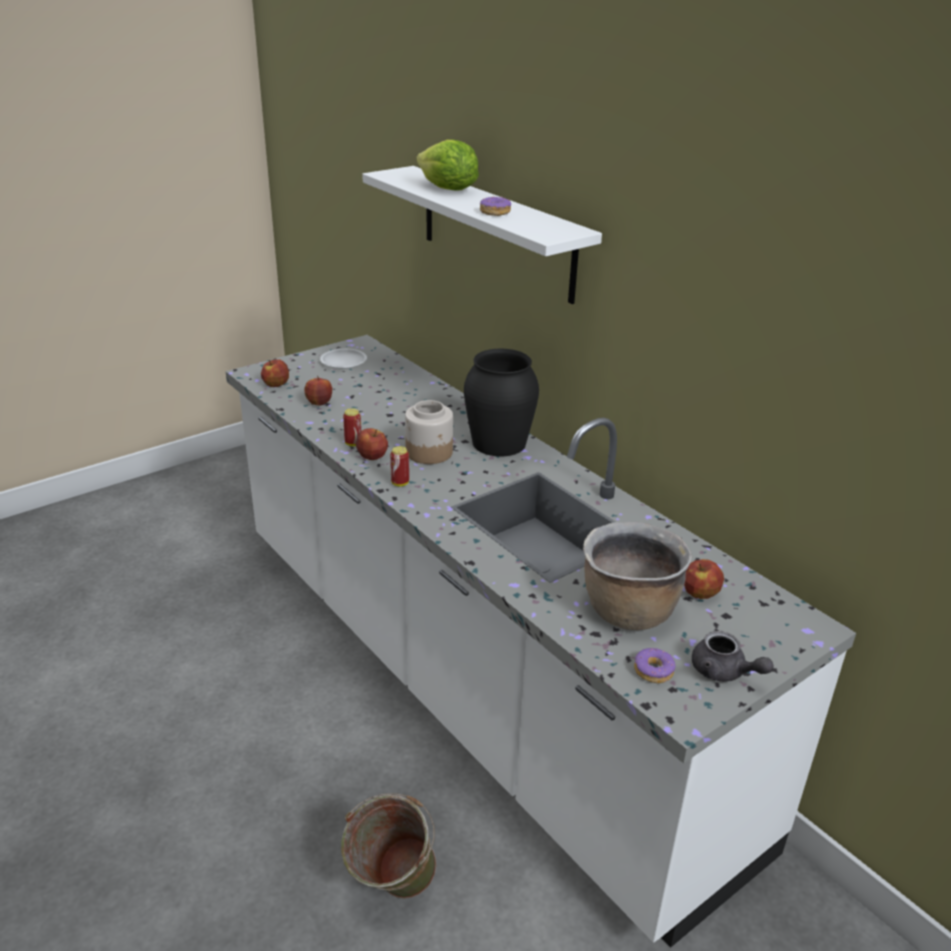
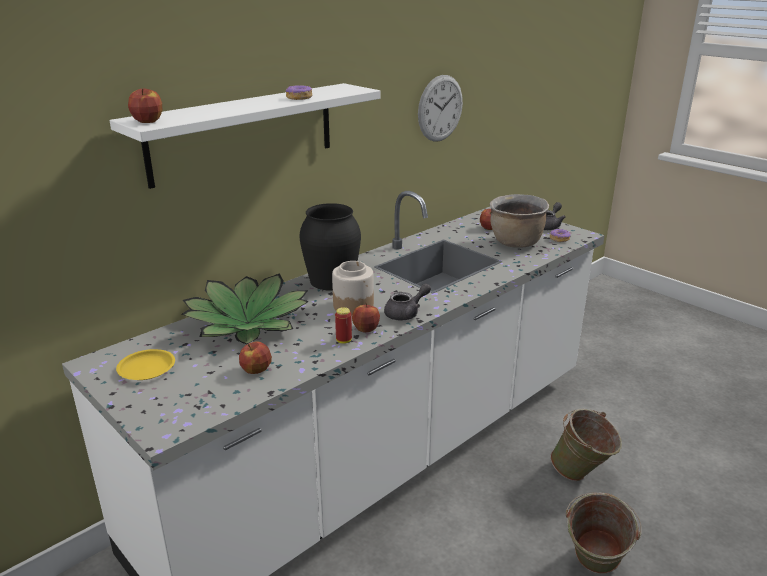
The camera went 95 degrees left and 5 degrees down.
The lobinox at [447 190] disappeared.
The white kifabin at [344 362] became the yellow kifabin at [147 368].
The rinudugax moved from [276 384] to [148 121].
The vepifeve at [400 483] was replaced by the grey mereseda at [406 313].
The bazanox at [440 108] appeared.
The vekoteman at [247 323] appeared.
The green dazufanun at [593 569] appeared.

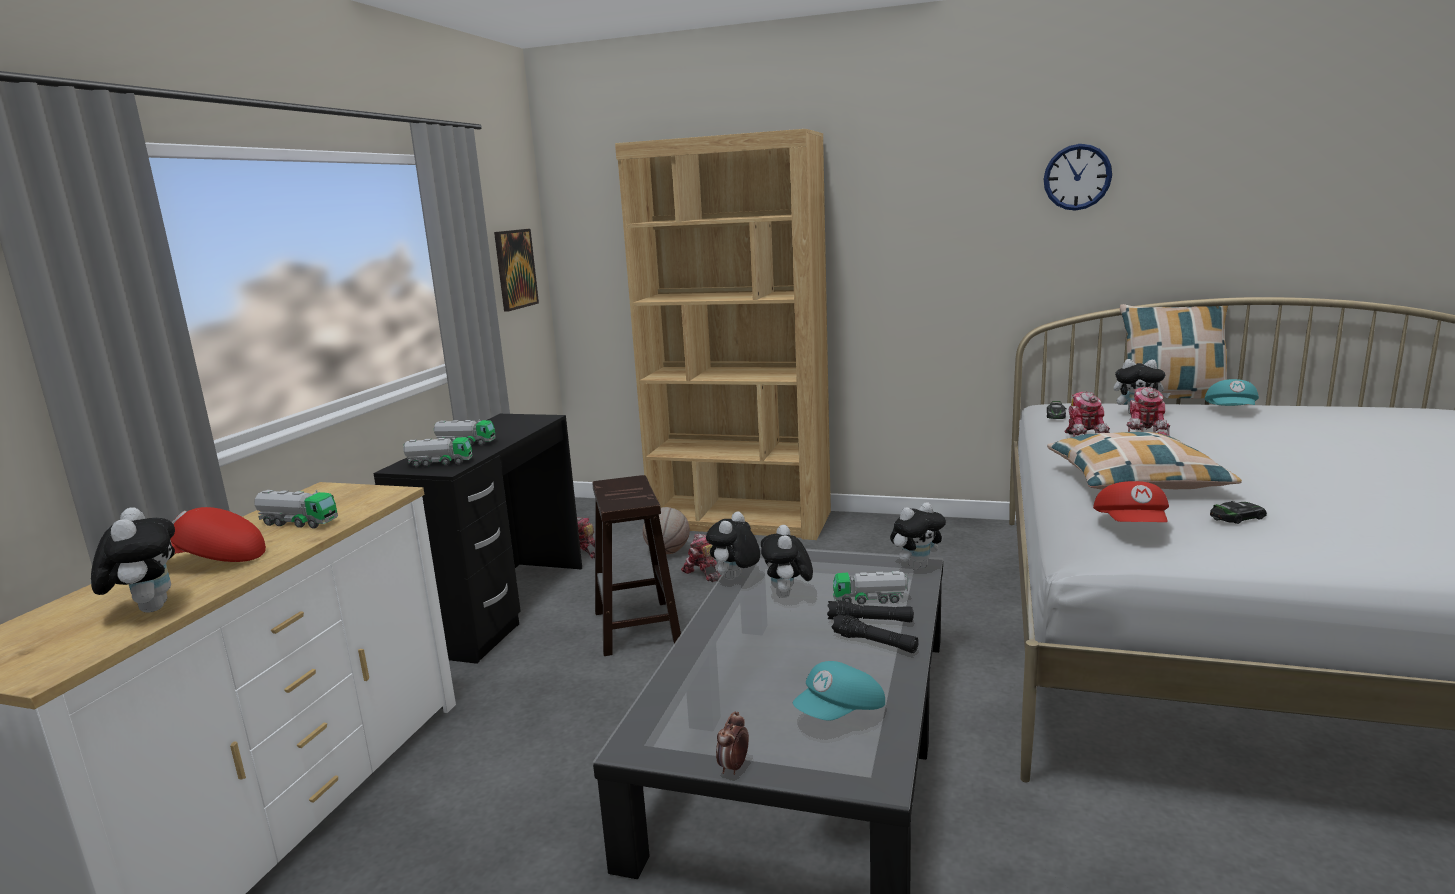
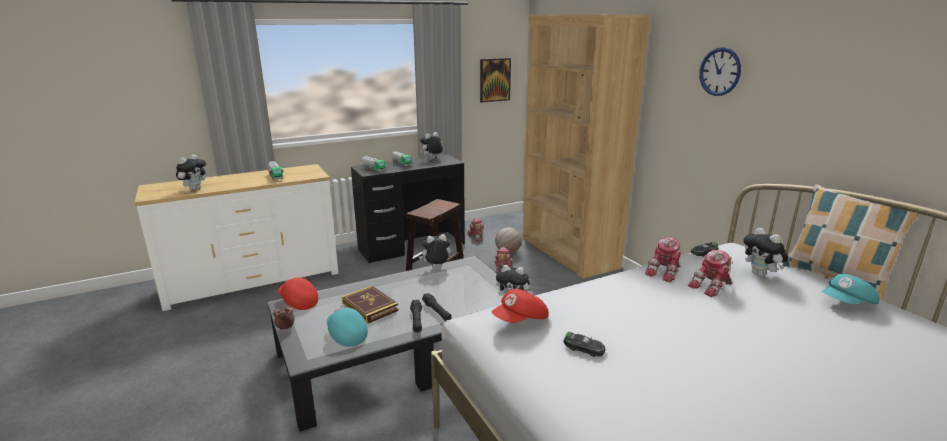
The camera went 45 degrees right and 5 degrees up.
The bazanox moved from [1077 177] to [720 71].
The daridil at [1135 480] disappeared.
The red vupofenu moved from [213 560] to [298 302].
The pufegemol moved from [787 596] to [431 159].
The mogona at [870 599] disappeared.
The turquoise vupofenu at [840 713] turned 45 degrees clockwise.
The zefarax at [370 307] appeared.

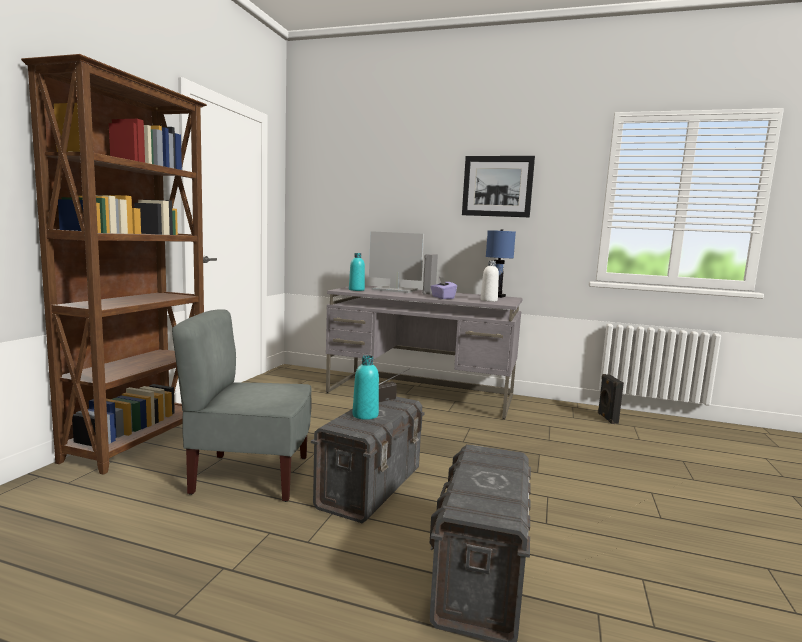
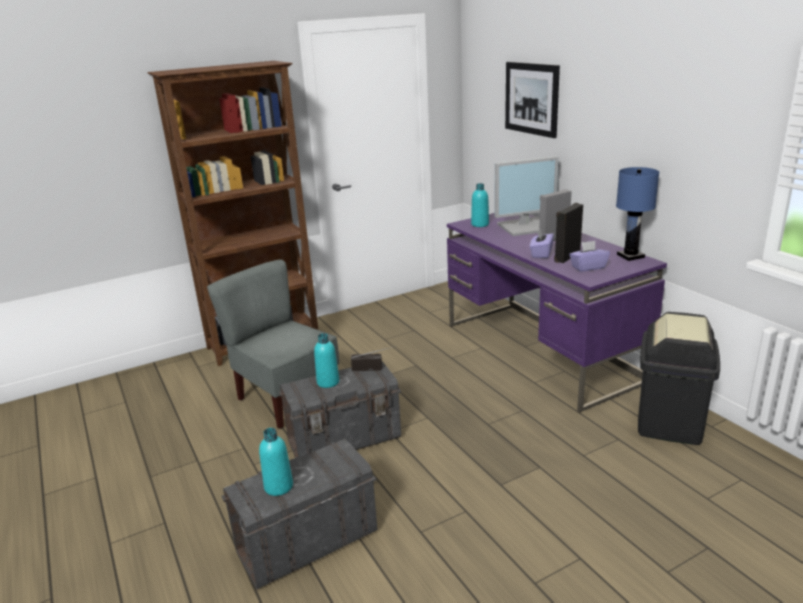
The camera went 45 degrees right and 15 degrees up.
The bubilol moved from [497 186] to [531 98].
The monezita at [394 290] turned 105 degrees clockwise.
The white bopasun at [488 300] was replaced by the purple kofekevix at [588 267].
The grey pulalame at [422 394] became the purple pulalame at [541 352].
The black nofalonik moved from [607 418] to [566 257].
The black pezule at [670 423] appeared.
The turquoise bopasun at [278 486] appeared.

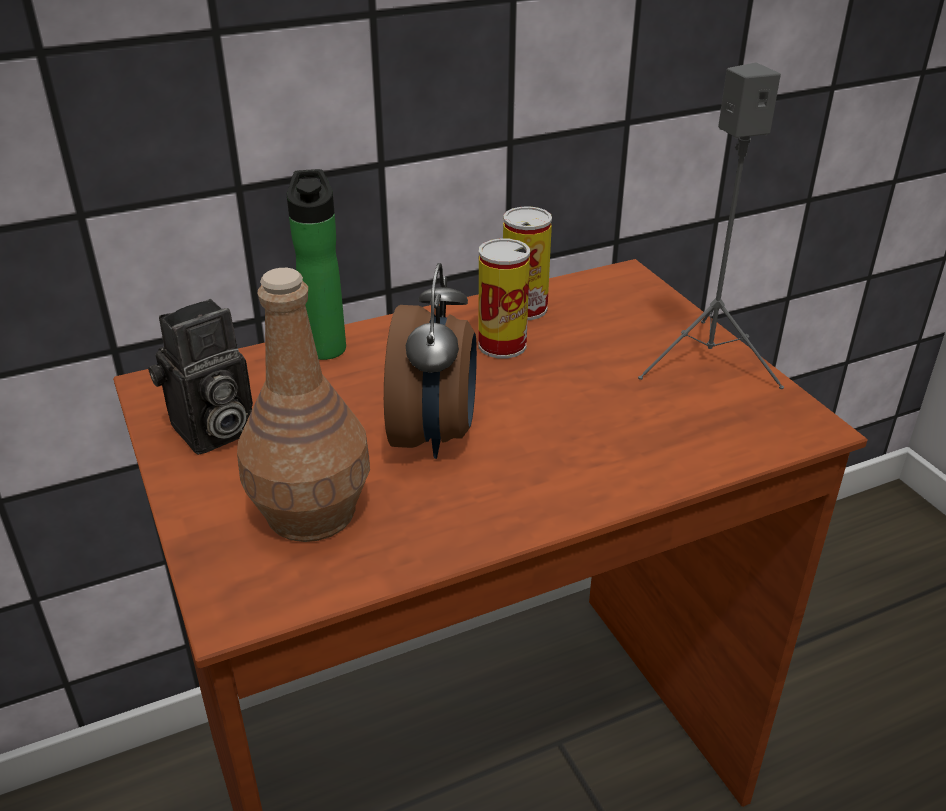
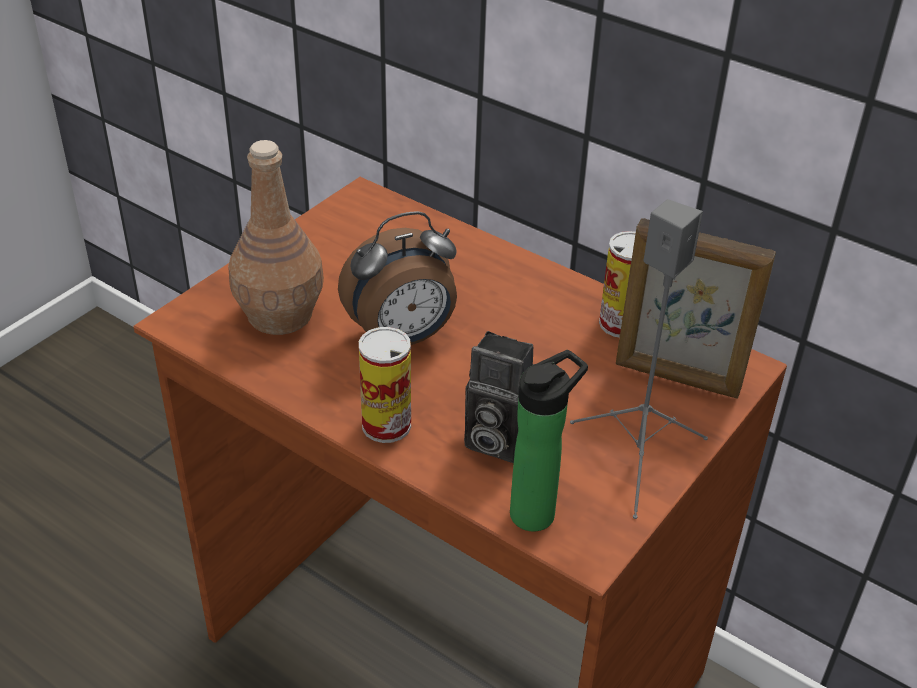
The camera went 60 degrees right and 5 degrees up.
The bopasun moved from [325 345] to [538 511].
The vepifeve moved from [502 345] to [386 425].
The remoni moved from [211 433] to [495 439].
The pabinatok at [677 378] appeared.

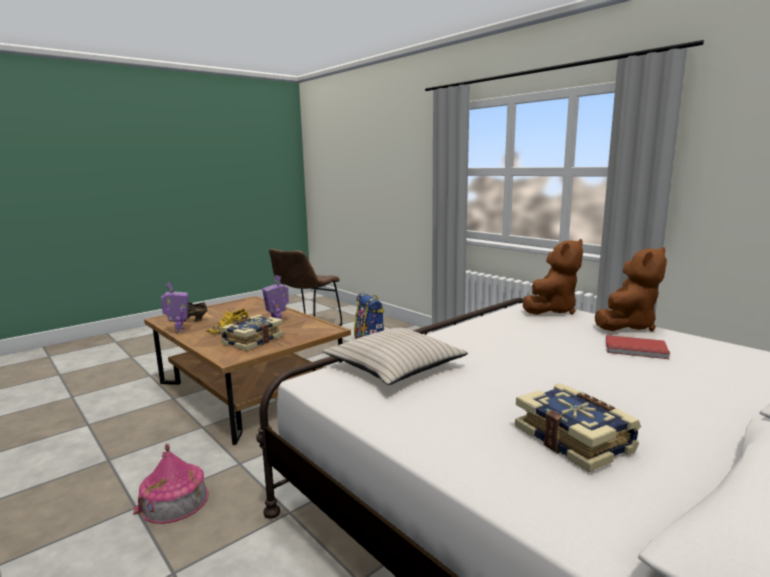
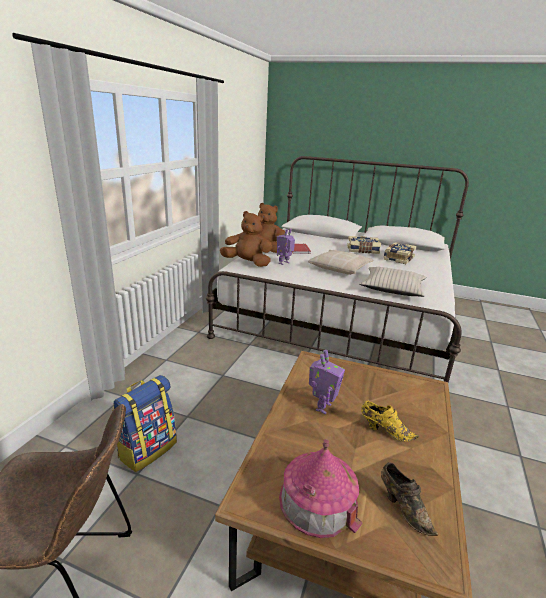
The camera went 120 degrees left and 10 degrees up.
The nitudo moved from [178 330] to [284 263].
The zefarax moved from [252 341] to [363 250].
The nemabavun moved from [174 501] to [318 500].
The beige daridil at [340 268] appeared.

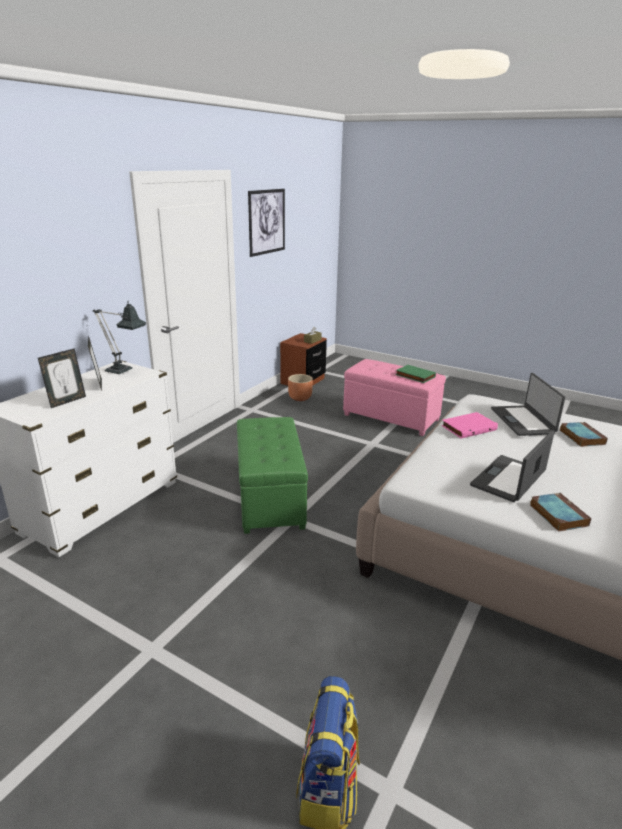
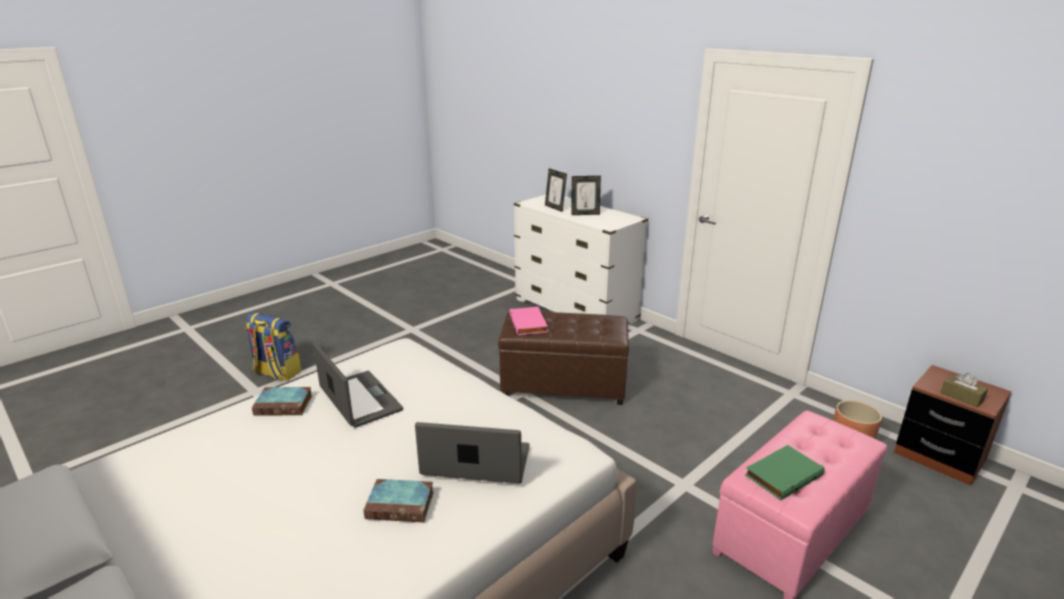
The camera went 105 degrees right and 0 degrees up.
The bubilol at [267 222] disappeared.
The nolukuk at [123 371] disappeared.
The pink zefarax moved from [468 427] to [529 323].
The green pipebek at [269 498] became the brown pipebek at [563 384].

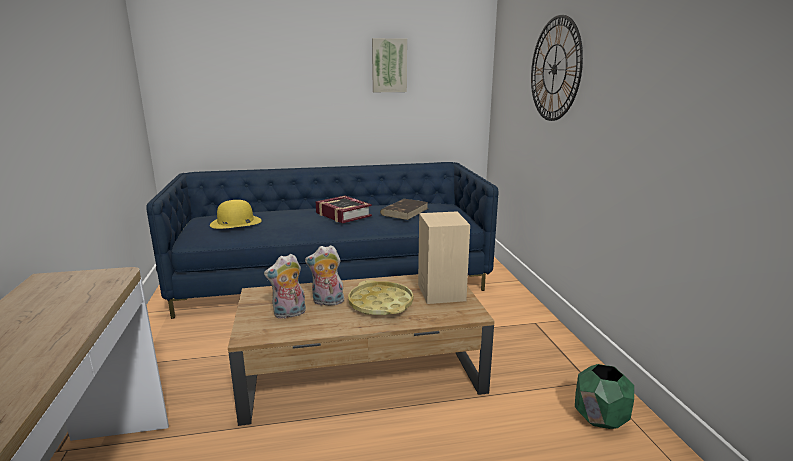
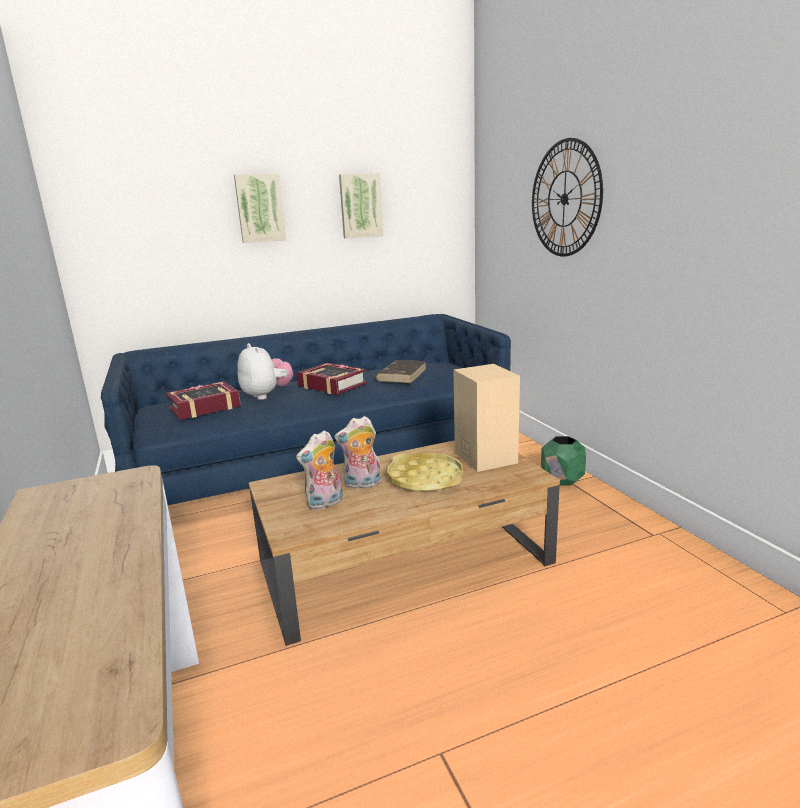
The camera went 10 degrees left and 0 degrees up.
The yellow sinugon at [235 222] was replaced by the zefarax at [204 407].
The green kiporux moved from [600 419] to [562 480].
The bubilol at [260 208] appeared.
The pufegemol at [266 395] appeared.

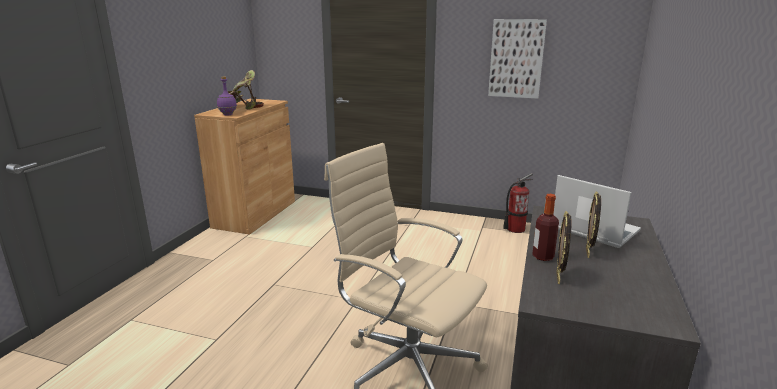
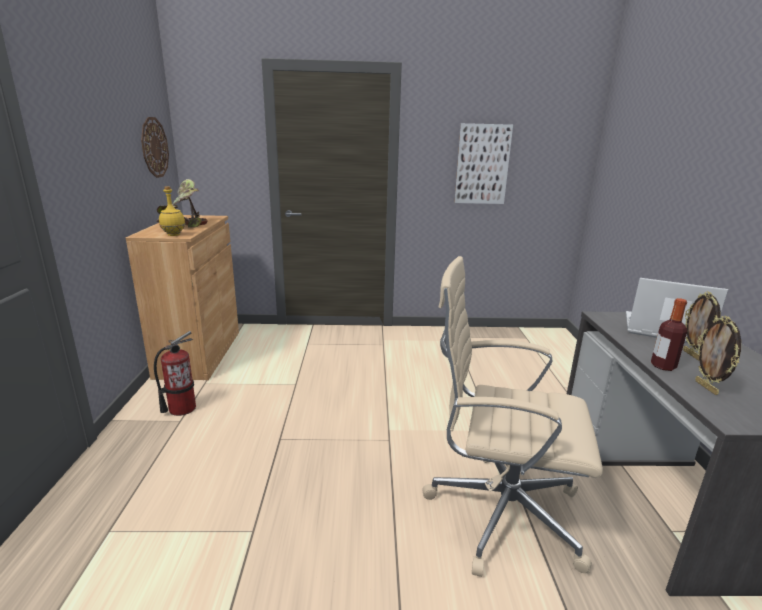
The camera went 20 degrees left and 0 degrees up.
The purple bopasun at [228 115] became the yellow bopasun at [174 235].
The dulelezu moved from [515 229] to [182 408].
The bazanox at [154 147] appeared.

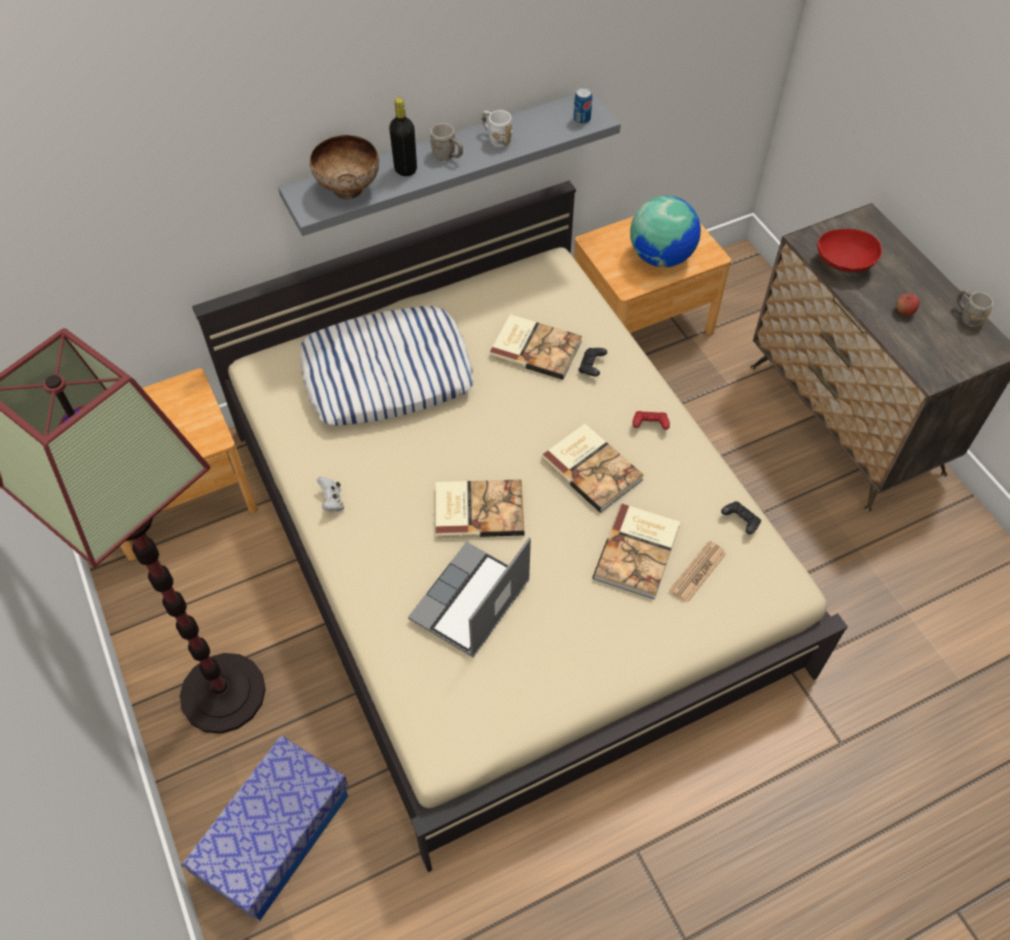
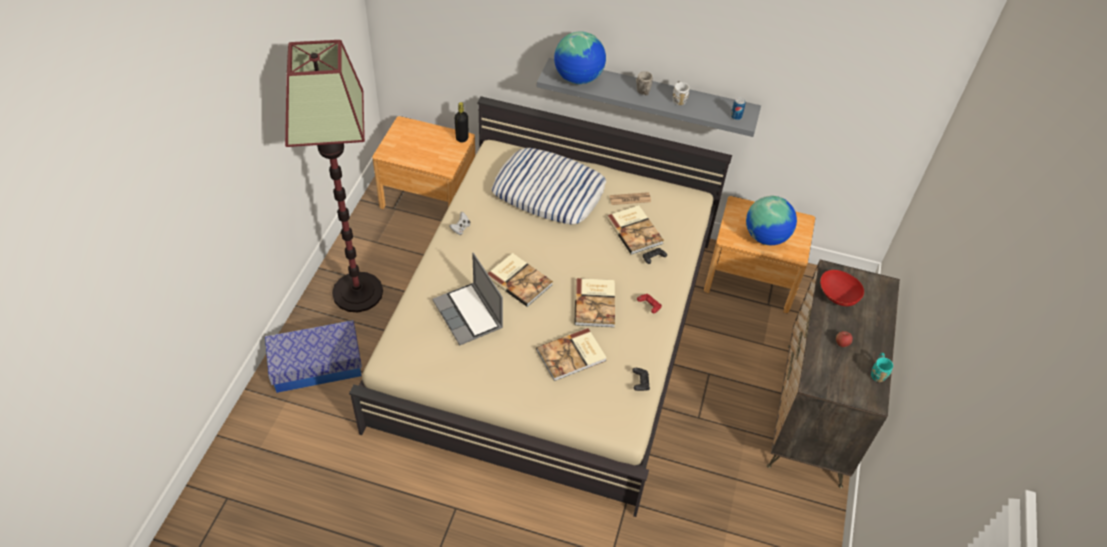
The camera went 40 degrees right and 5 degrees down.
The black bopasun moved from [405 169] to [462 138].
The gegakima at [349 190] was replaced by the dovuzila at [578 79].
The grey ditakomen at [967 316] became the turquoise ditakomen at [878 372].
The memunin at [471 603] turned 105 degrees counterclockwise.
The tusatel moved from [698 572] to [630 199].

